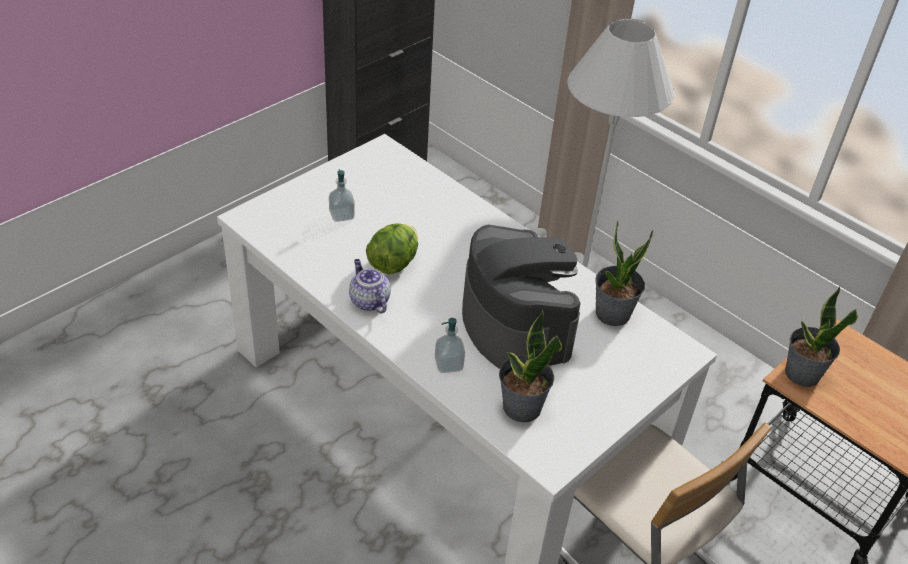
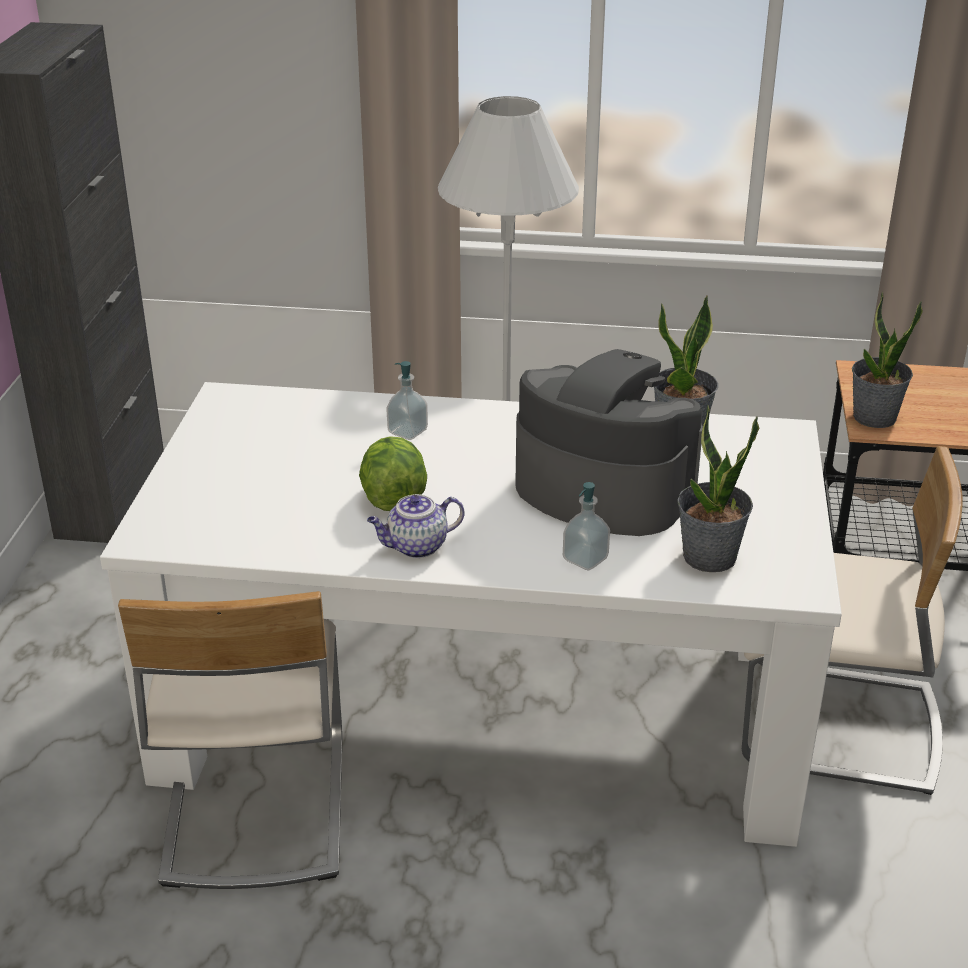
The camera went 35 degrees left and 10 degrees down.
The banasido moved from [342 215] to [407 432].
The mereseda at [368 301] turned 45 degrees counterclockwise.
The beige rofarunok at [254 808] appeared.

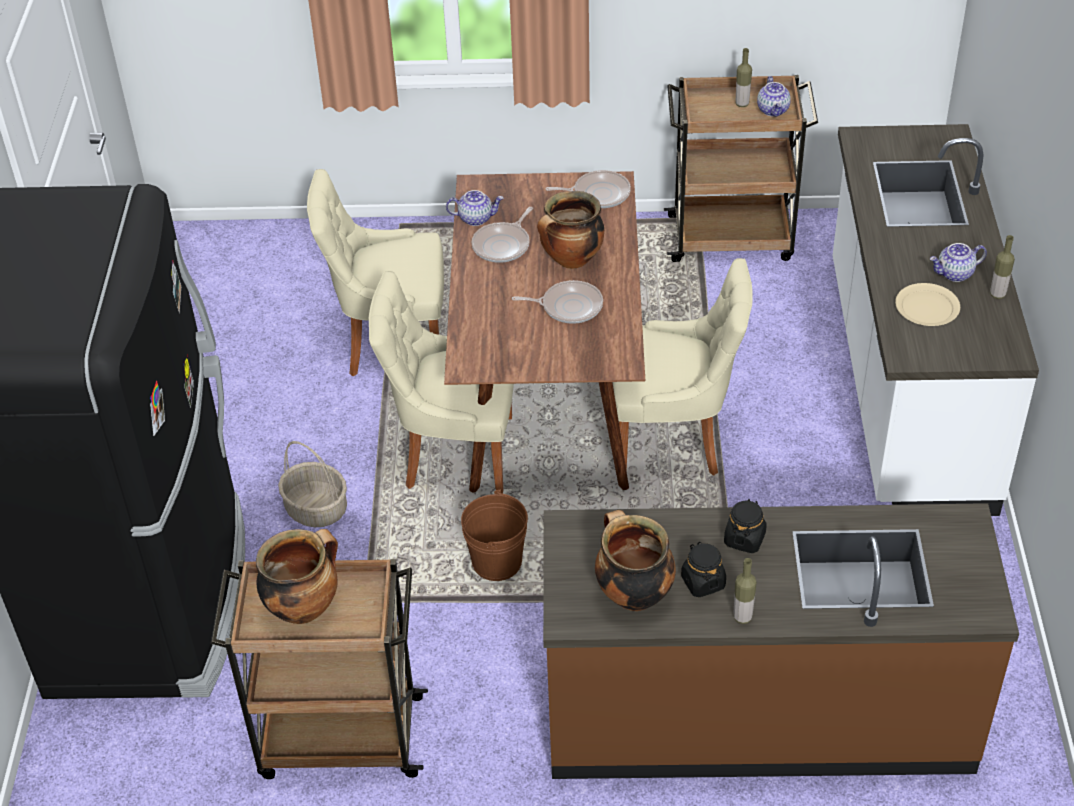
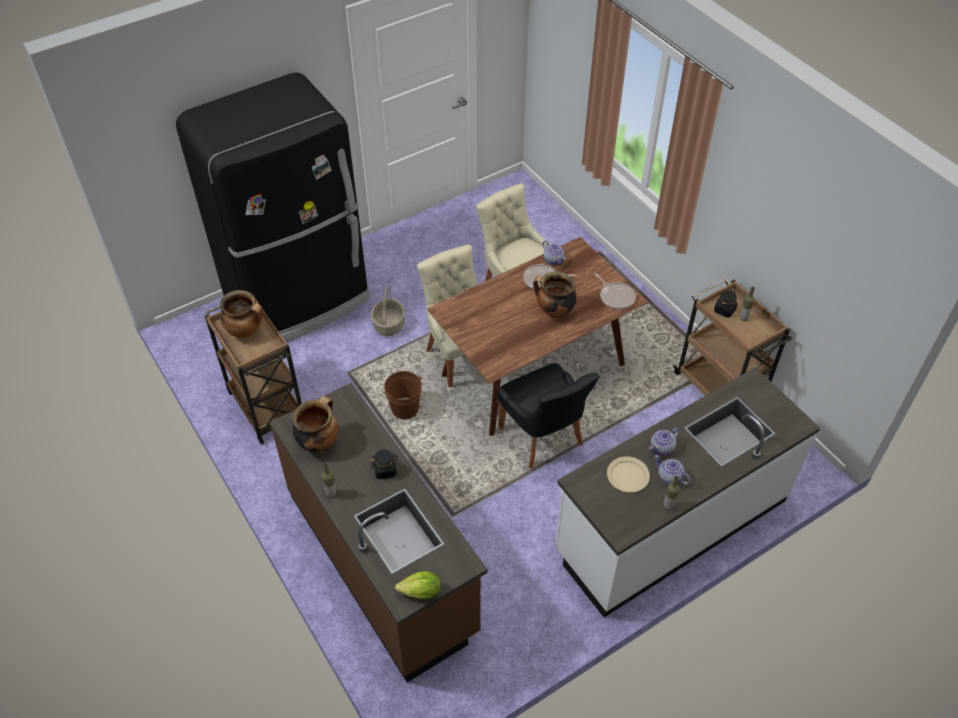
The camera went 55 degrees right and 5 degrees up.
The mereseda moved from [773 110] to [662 448].
The beige rofarunok at [675 437] became the black rofarunok at [543 438].
The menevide at [568 306] disappeared.
The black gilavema moved from [703 582] to [724 310].
The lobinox at [421 592] appeared.

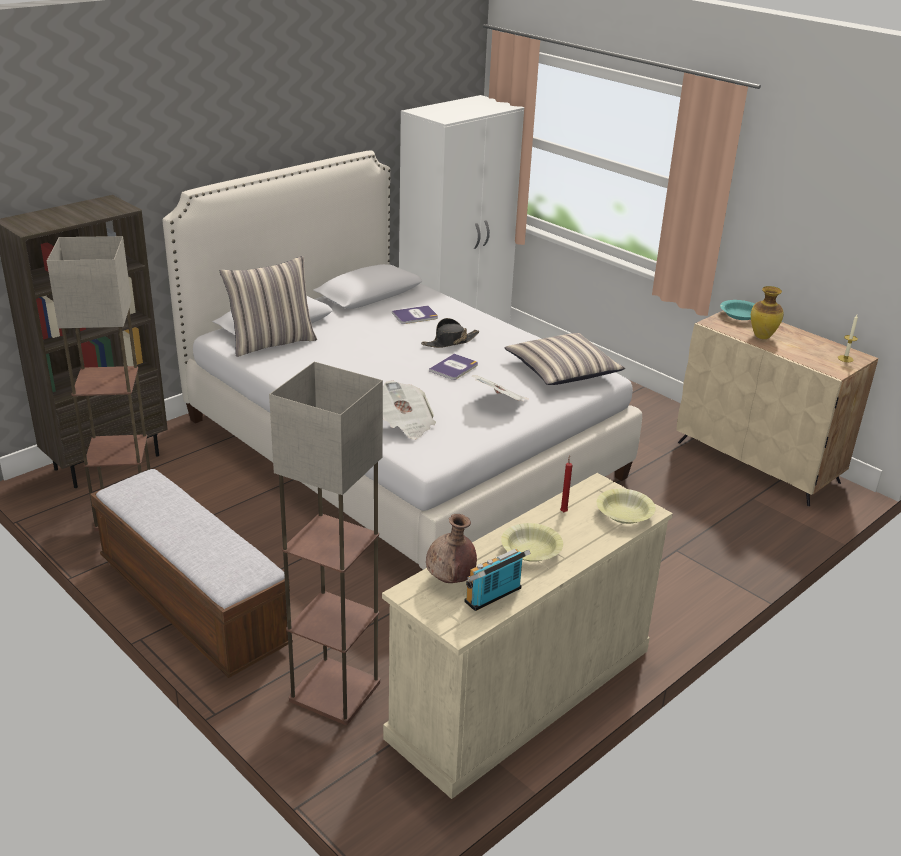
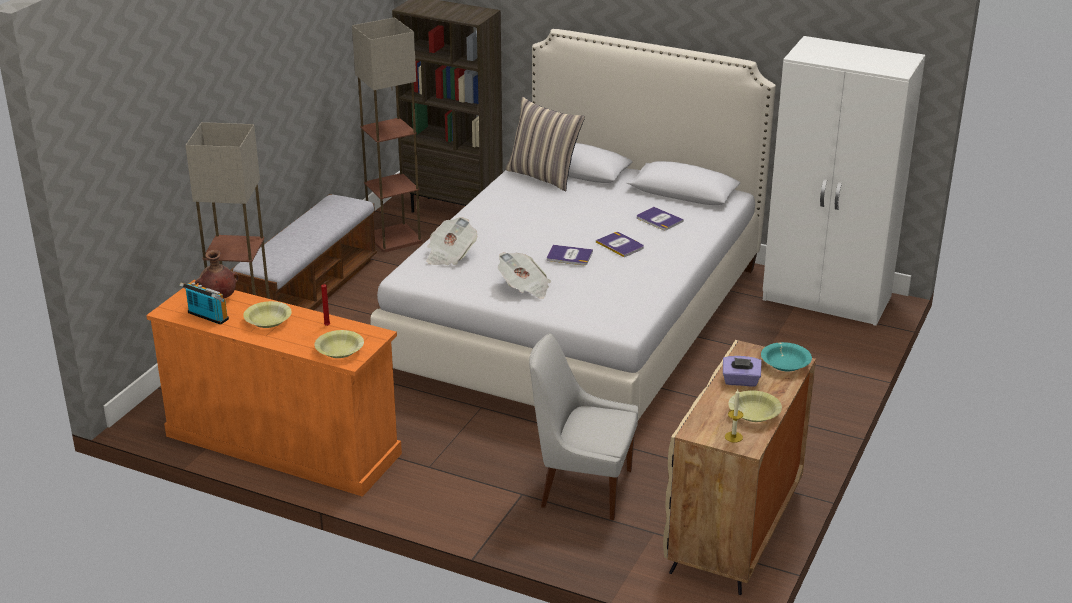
The camera went 70 degrees right and 0 degrees up.
The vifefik at [761 336] was replaced by the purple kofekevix at [740 381].
The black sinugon at [450 342] was replaced by the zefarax at [620 245].
The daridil at [563 370] disappeared.
The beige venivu at [521 693] became the orange venivu at [281 444].
The white rofarunok at [582 487] appeared.
The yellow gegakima at [754 413] appeared.

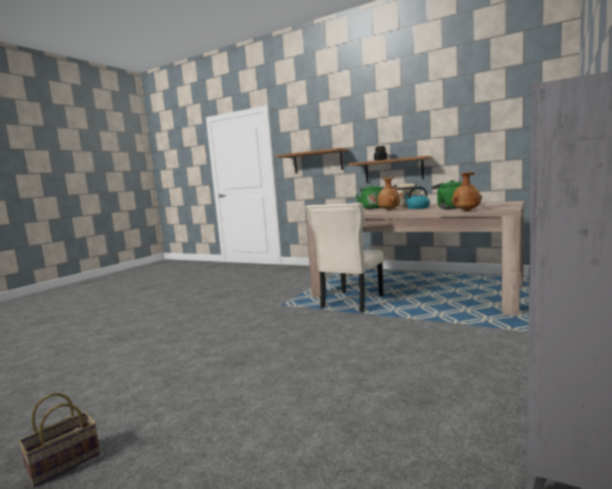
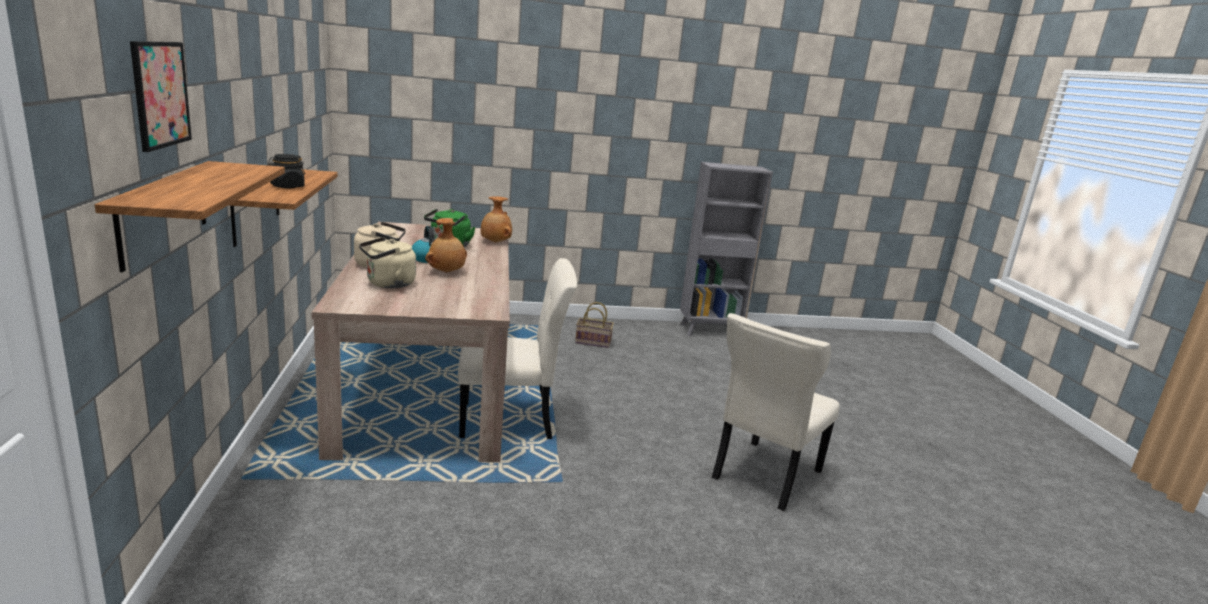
The camera went 130 degrees left and 10 degrees up.
The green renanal at [372 208] became the beige renanal at [388 284].
The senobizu moved from [62 464] to [594 342].
The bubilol at [160 94] appeared.
The beige rofarunok at [764 476] appeared.

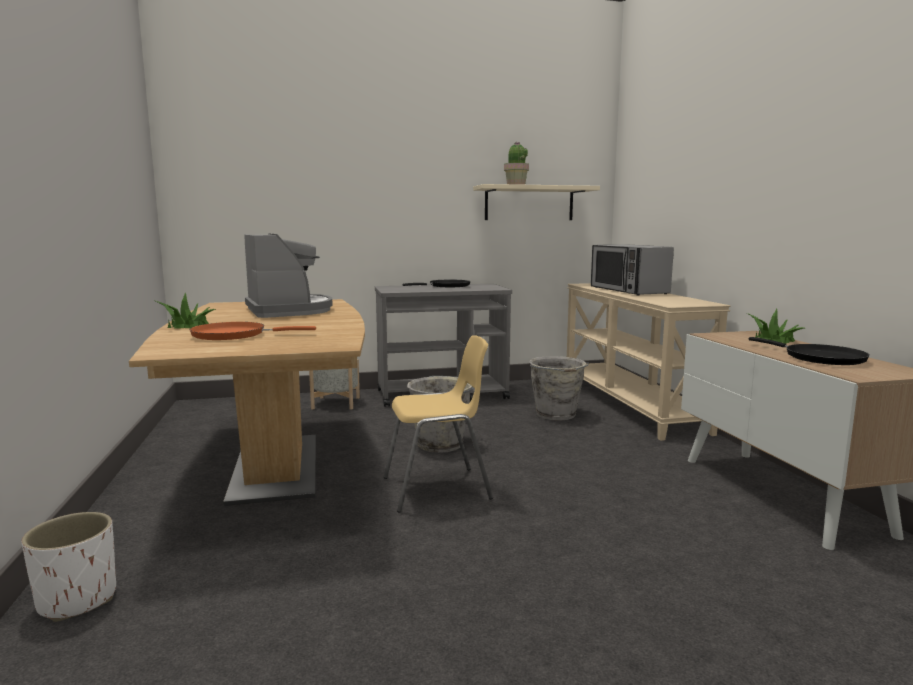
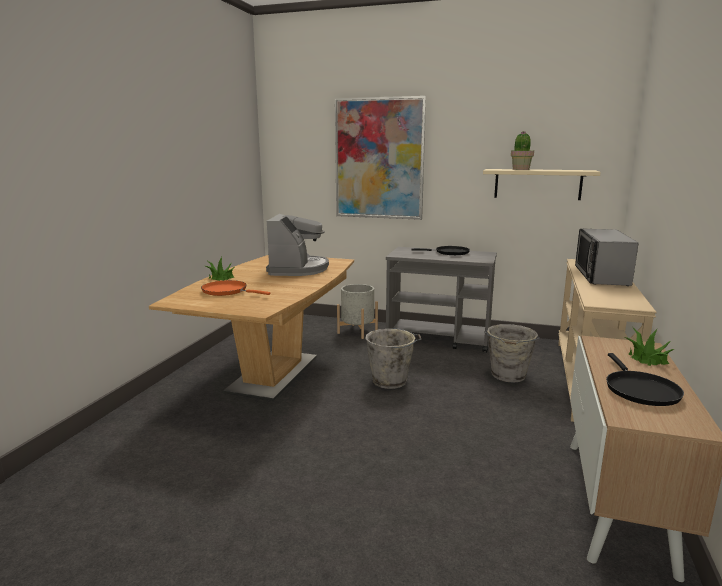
The camera went 30 degrees right and 5 degrees up.
The yellow rofarunok at [438 489] disappeared.
The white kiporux at [76 600] disappeared.
The bubilol at [379 159] appeared.

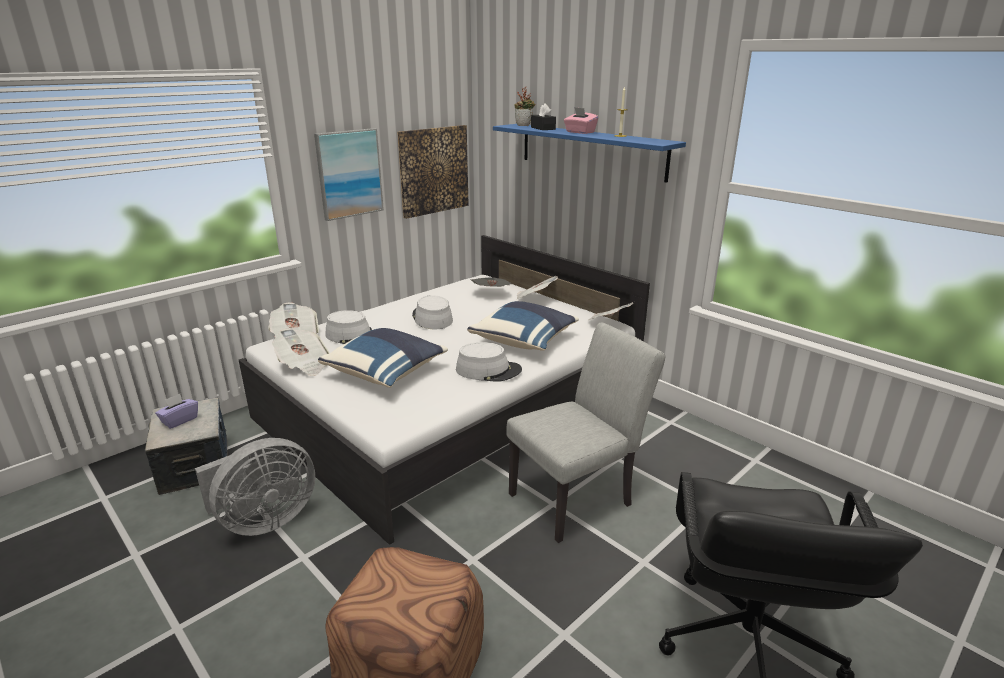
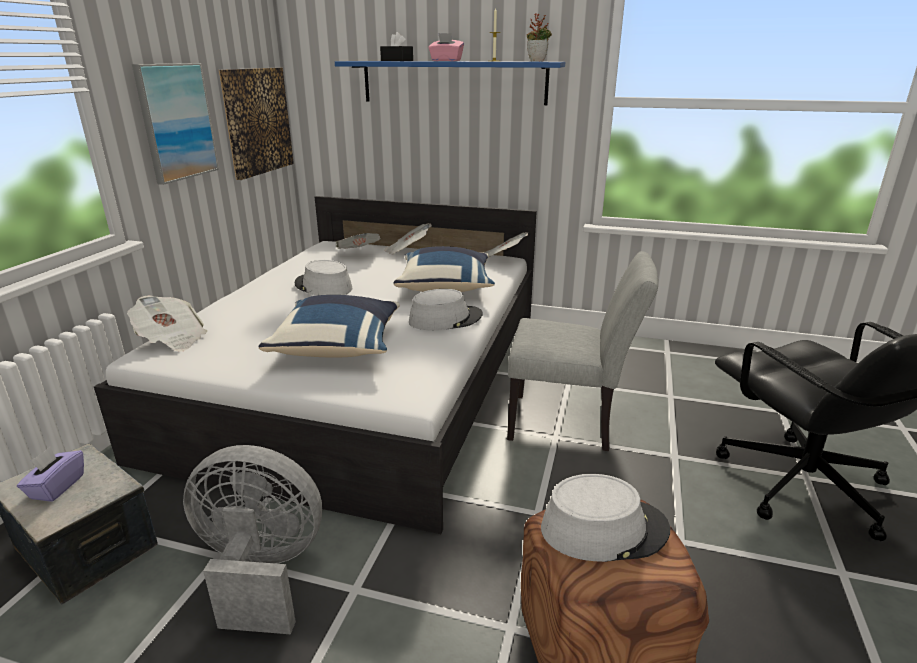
The camera went 30 degrees left and 0 degrees up.
The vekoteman moved from [524 125] to [537 61].
The grey sinugon moved from [353 336] to [603 529].
The grey rofarunok at [578 497] turned 75 degrees clockwise.
The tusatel at [304 365] disappeared.
The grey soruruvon at [264 520] turned 105 degrees counterclockwise.

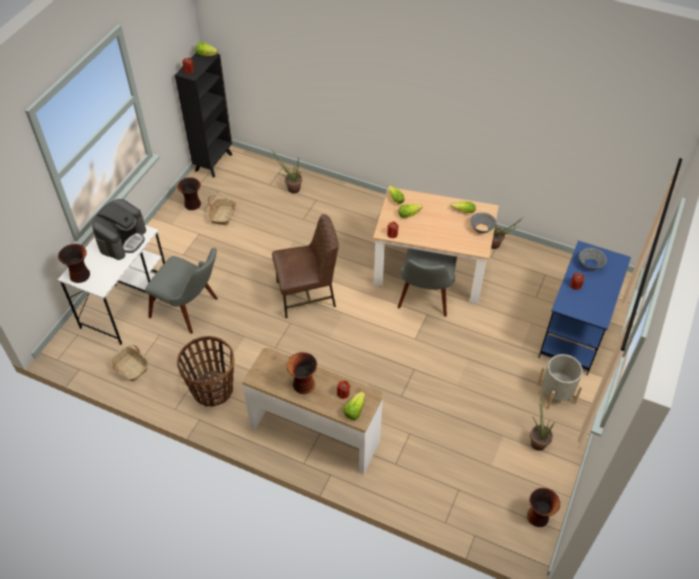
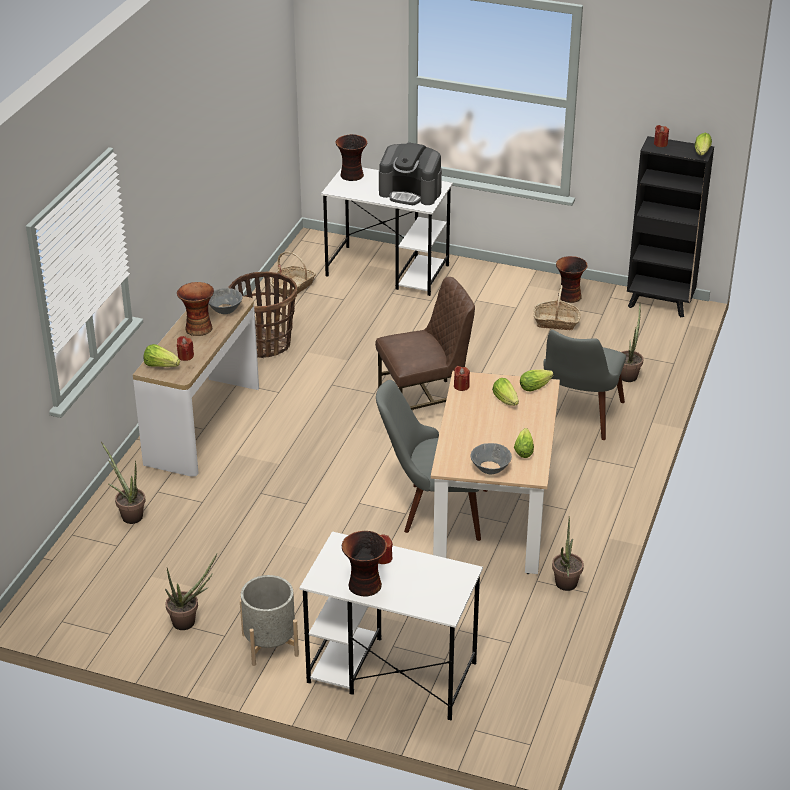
The camera went 85 degrees right and 15 degrees down.
The brown rofarunok at [307 295] turned 90 degrees counterclockwise.
The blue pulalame at [574 332] became the white pulalame at [390 672].
The grey rofarunok moved from [191 310] to [577 420].
The grey gegakima moved from [590 264] to [225 309].
The vifefik moved from [538 517] to [364 586].
The vekoteman at [129 515] appeared.

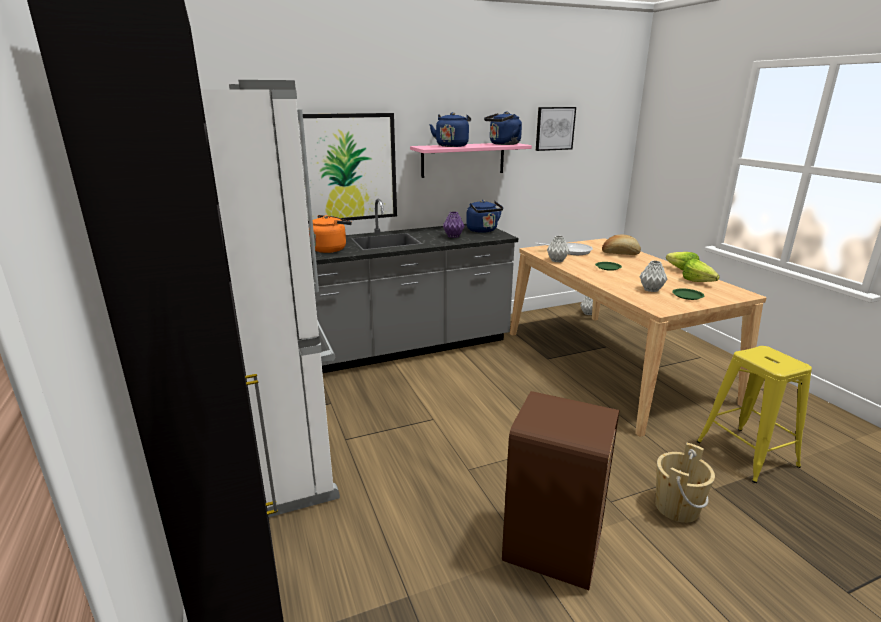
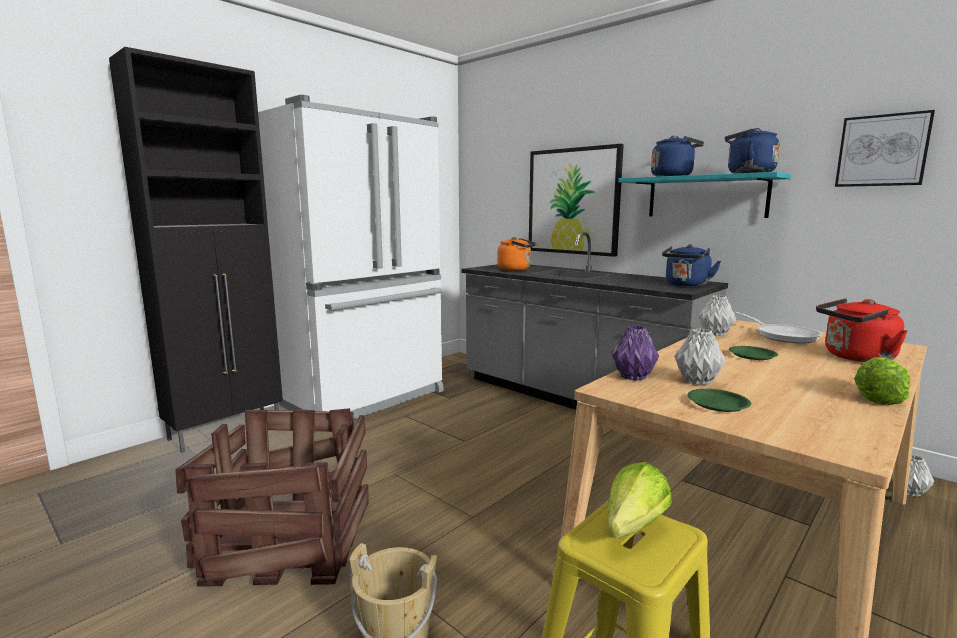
The camera went 65 degrees right and 10 degrees down.
The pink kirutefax at [463 159] became the turquoise kirutefax at [706 197].
The purple vifefik moved from [453 236] to [632 377].
The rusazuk at [620 254] was replaced by the red renanal at [855 358].
The lobinox moved from [699 283] to [628 532].
The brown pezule at [552 548] was replaced by the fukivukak at [292 540].

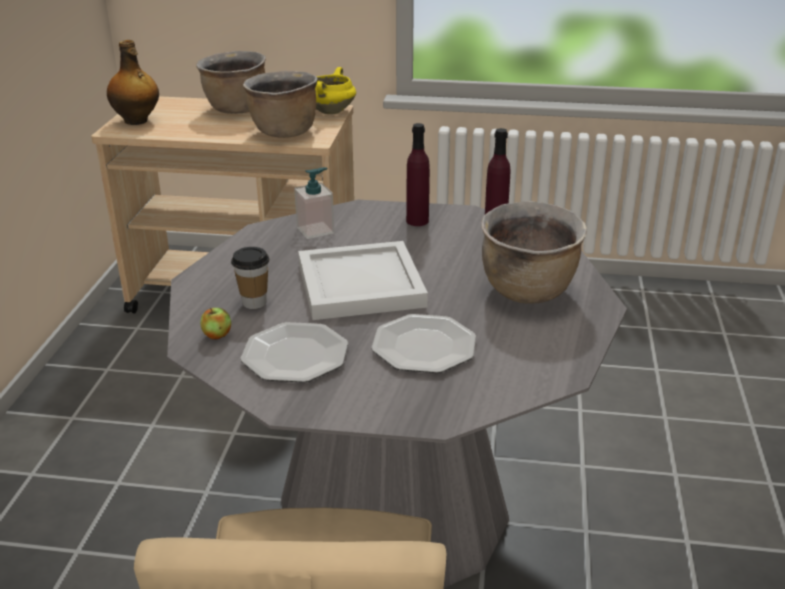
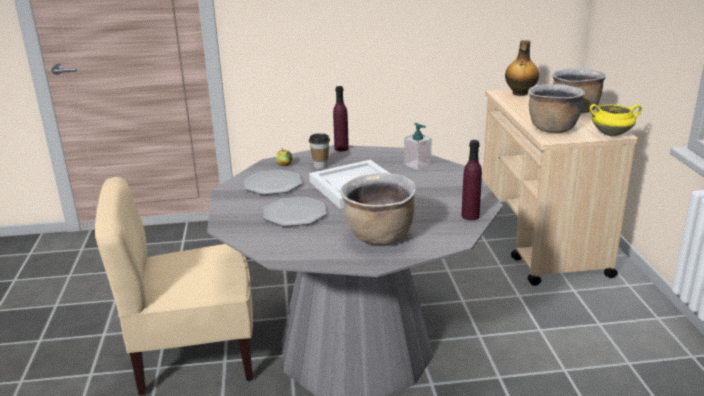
The camera went 75 degrees right and 5 degrees down.
The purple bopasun moved from [417 221] to [341 148].

